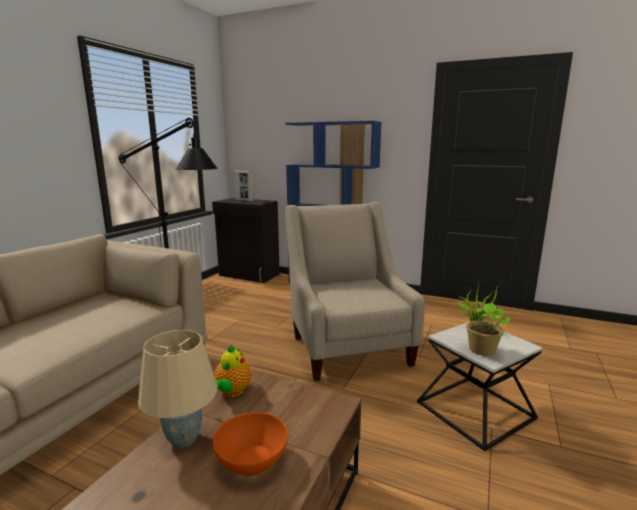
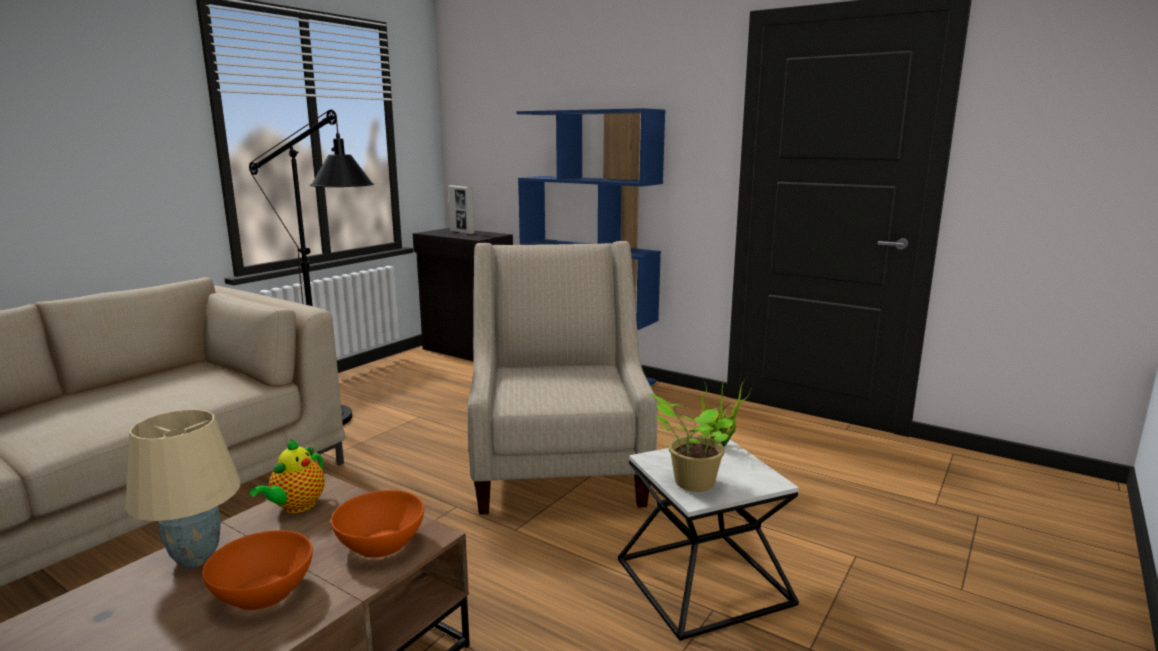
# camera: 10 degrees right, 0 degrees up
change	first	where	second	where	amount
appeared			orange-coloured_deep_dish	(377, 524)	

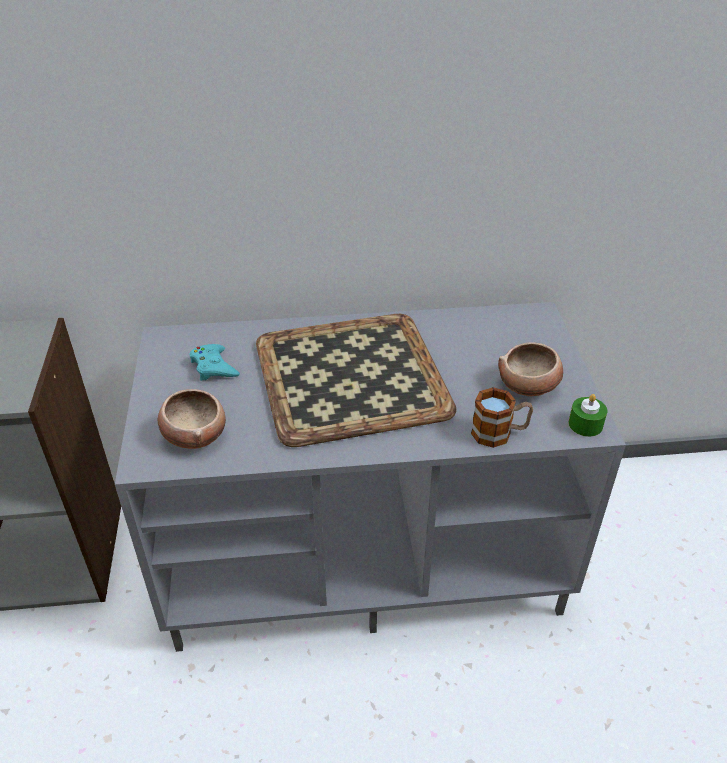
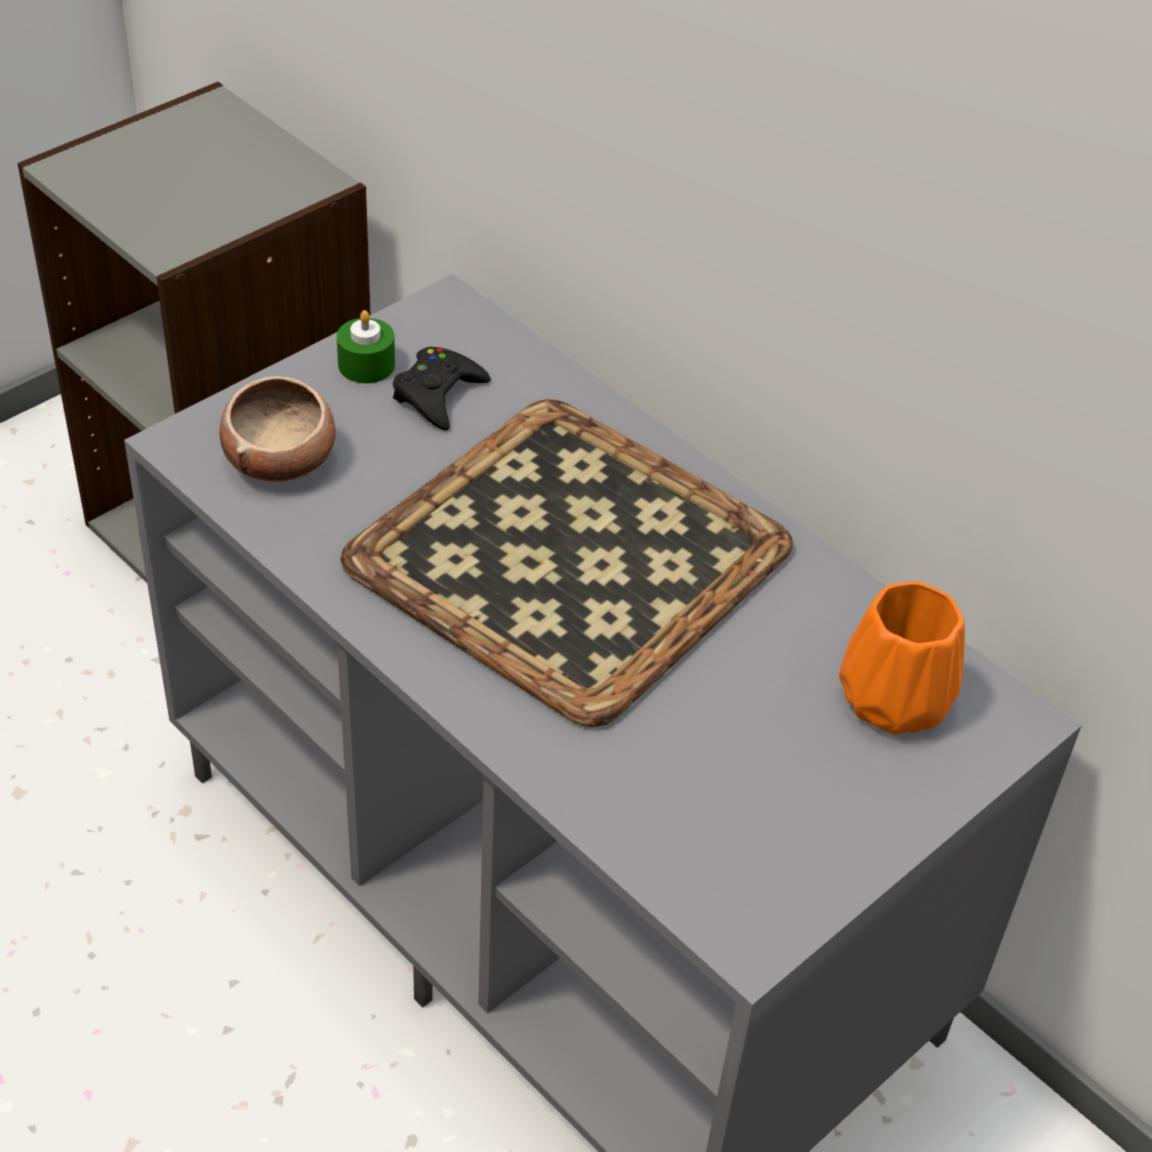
# camera: 50 degrees right, 5 degrees up
change	first	where	second	where	amount
missing	deep_dish	(530, 369)			
colour	blue-green_joypad	(214, 362)	blackish_joypad	(442, 389)	
missing	mug	(502, 417)			
relocated	greenish_wax_candle	(588, 415)		(366, 346)	
appeared			orange-coloured_vase	(902, 658)	

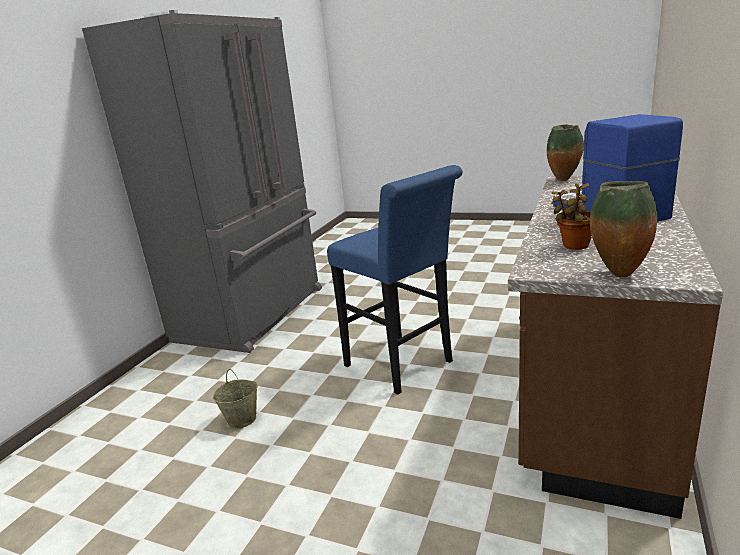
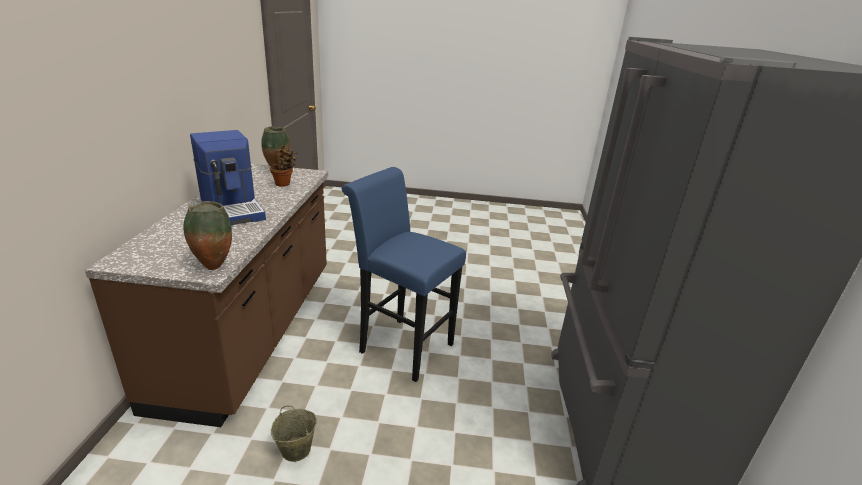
# camera: 160 degrees right, 5 degrees up
change	first	where	second	where	amount
relocated	sand-coloured_pail	(235, 398)		(294, 434)	

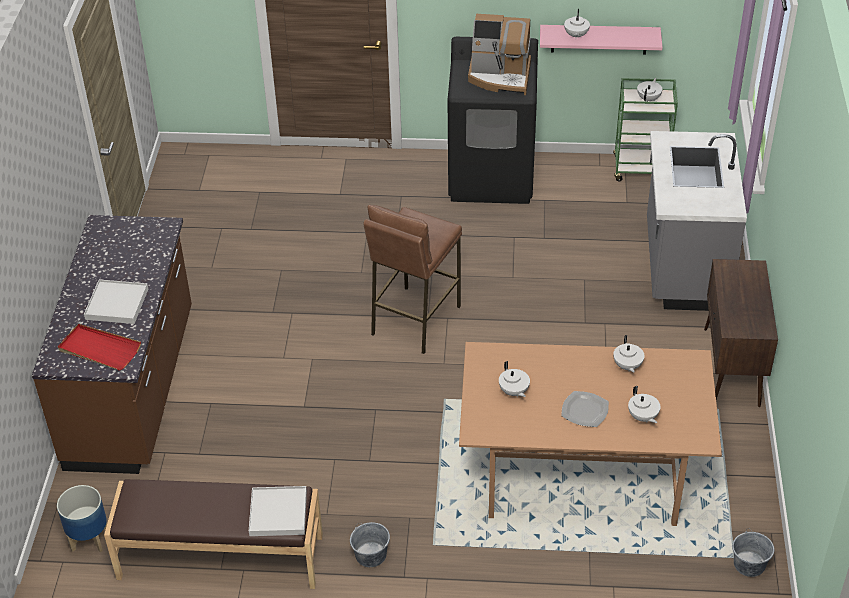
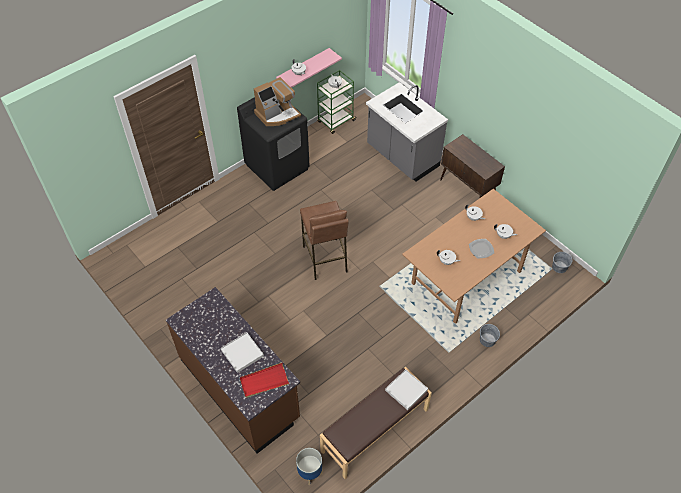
# camera: 45 degrees left, 10 degrees up
change	first	where	second	where	amount
relocated	greyish_pail	(370, 544)		(490, 335)	

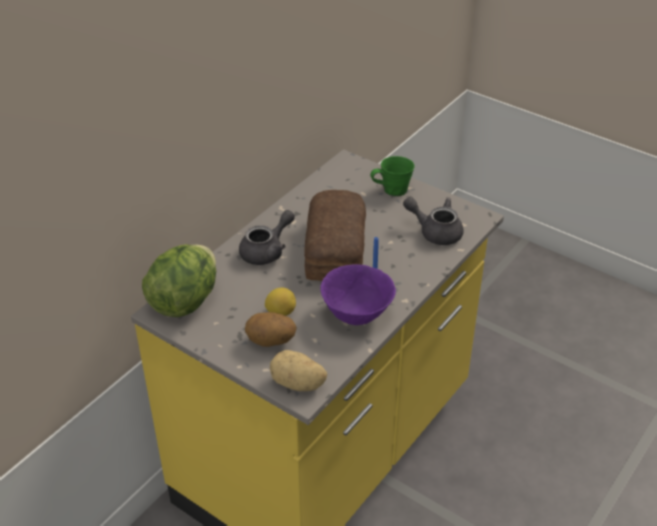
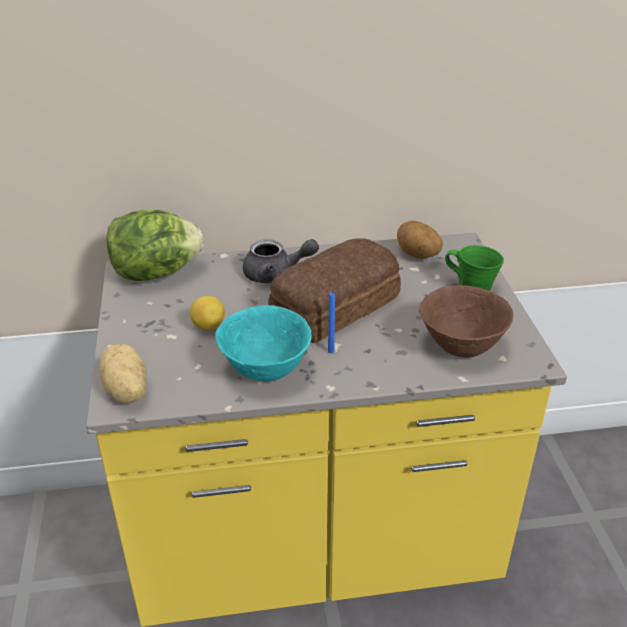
# camera: 45 degrees right, 5 degrees down
change	first	where	second	where	amount
exchanged	greyish_pot_for_tea	(433, 221)	brown_deep_dish	(466, 321)	
colour	purplish_deep_dish	(358, 294)	blue-green_deep_dish	(263, 343)	
relocated	whole_potato	(271, 329)		(420, 240)	

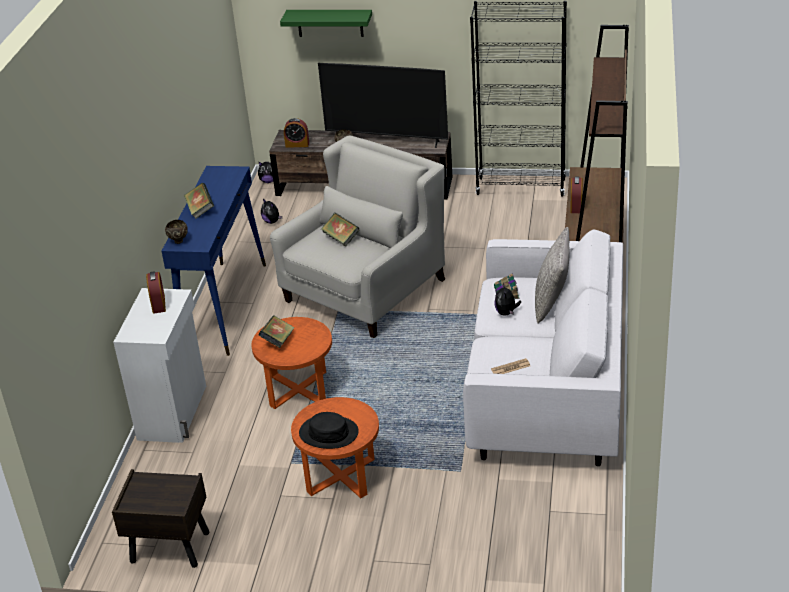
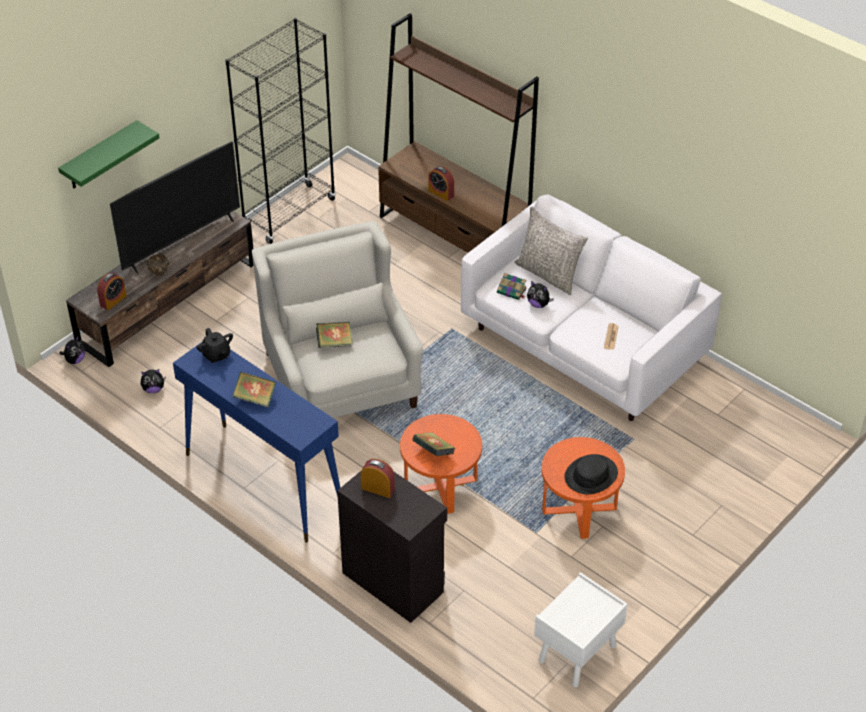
# camera: 60 degrees left, 10 degrees up
change	first	where	second	where	amount
missing	brown_deep_dish	(176, 232)			
colour	white_cupboard	(159, 365)	blackish_cupboard	(392, 547)	
colour	brown_nightstand	(160, 518)	white_nightstand	(580, 629)	
appeared			blackish_pot_for_tea	(214, 345)	

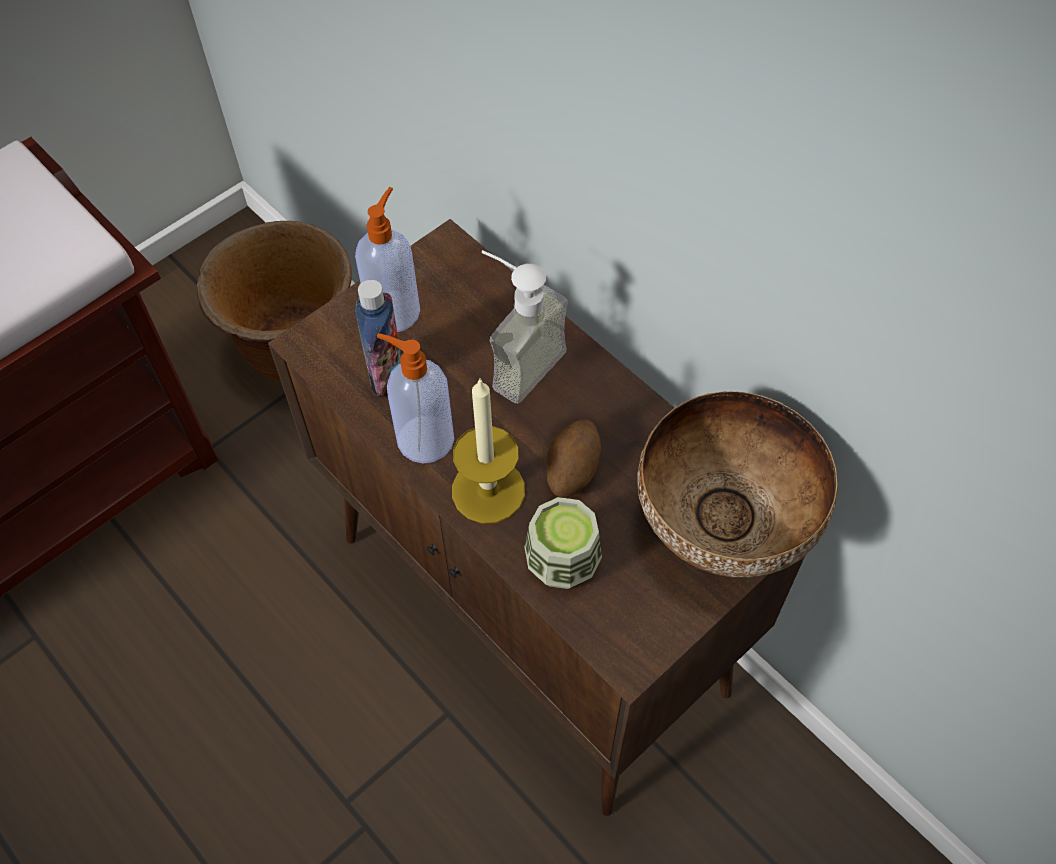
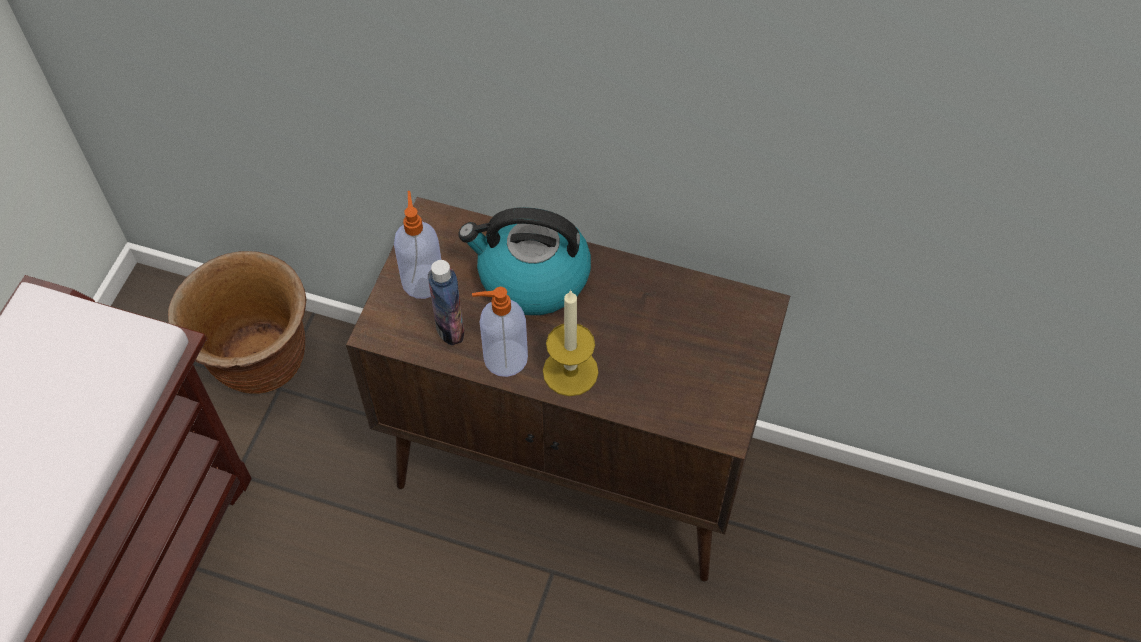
# camera: 30 degrees left, 0 degrees up
change	first	where	second	where	amount
exchanged	liquid_soap_bottle	(525, 327)	water_kettle	(524, 261)	
missing	deep_dish	(737, 484)			
missing	whole_potato	(574, 458)			
missing	small_cup	(563, 543)			

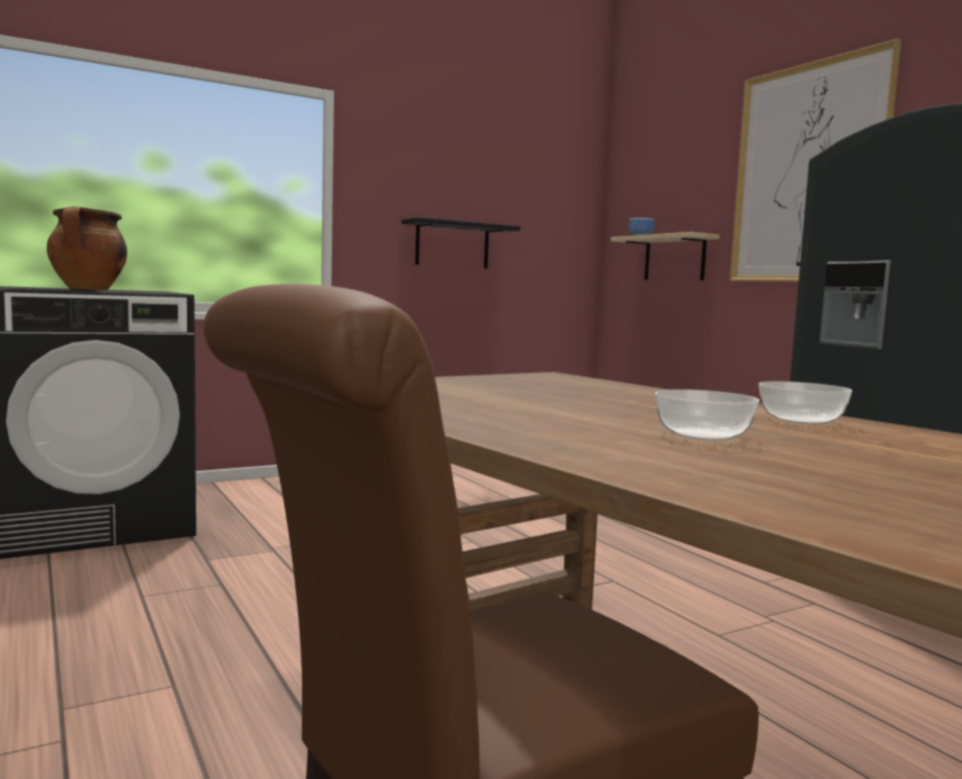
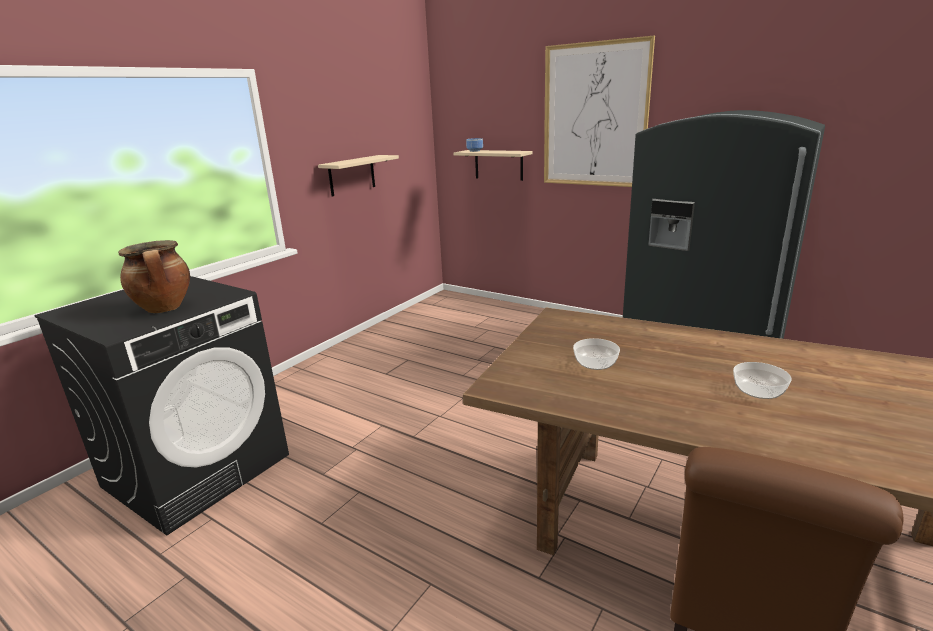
# camera: 25 degrees left, 15 degrees up
change	first	where	second	where	amount
colour	blackish_wall_shelf	(460, 243)	sand-coloured_wall_shelf	(358, 175)	
relocated	deep_dish	(805, 402)		(596, 354)	

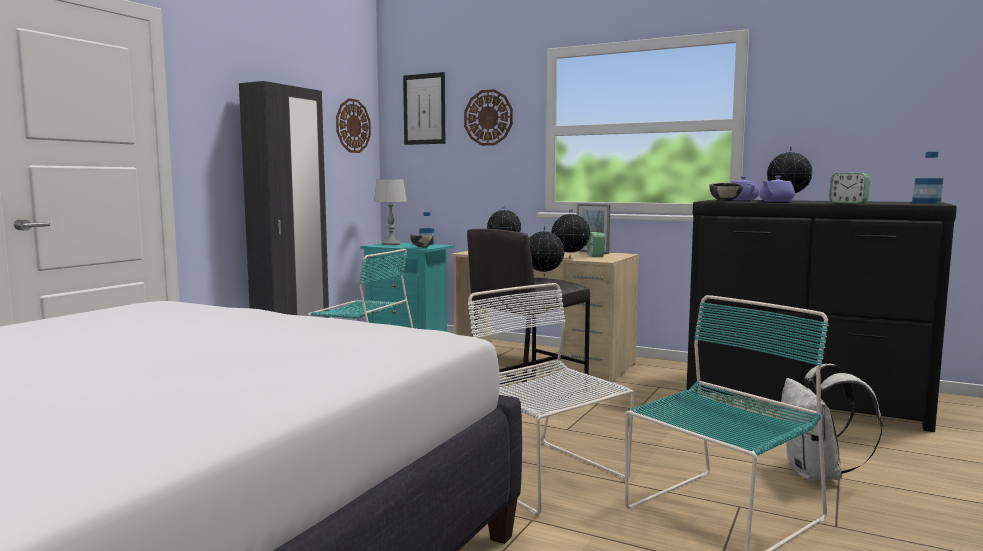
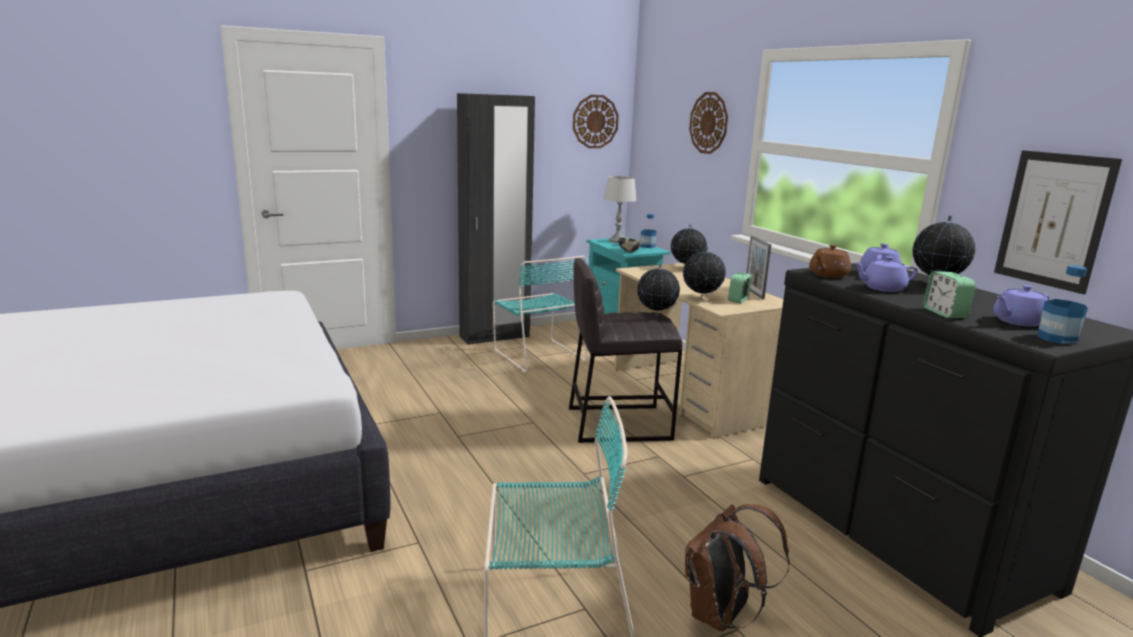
# camera: 35 degrees right, 10 degrees up
change	first	where	second	where	amount
relocated	wall_art	(424, 108)		(1058, 222)	
exchanged	deep_dish	(726, 192)	brown_pot_for_tea	(830, 261)	
missing	white_chair	(551, 399)			
colour	white_knapsack	(831, 421)	brown_knapsack	(737, 567)	
appeared			purplish_pot_for_tea	(1021, 306)	

